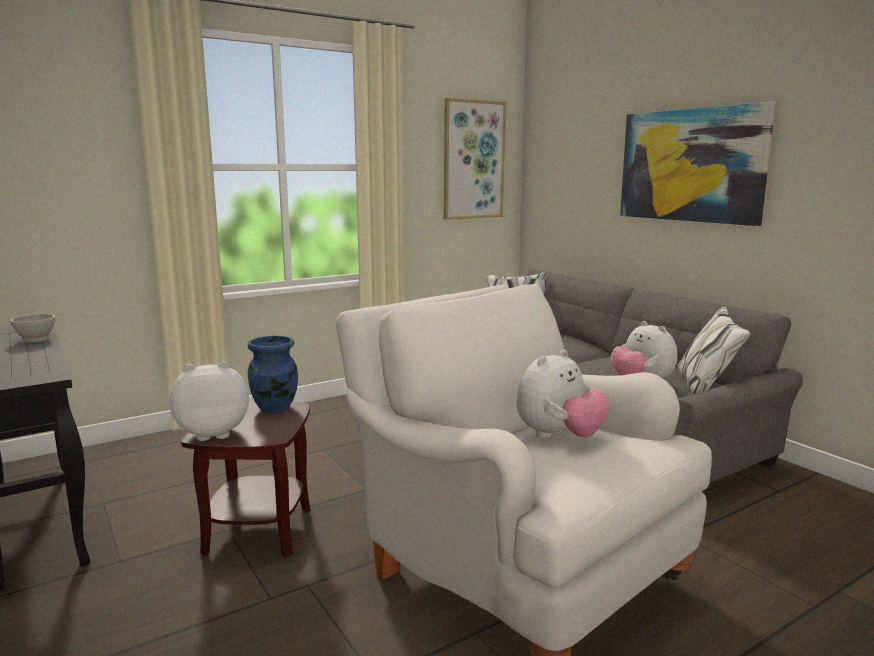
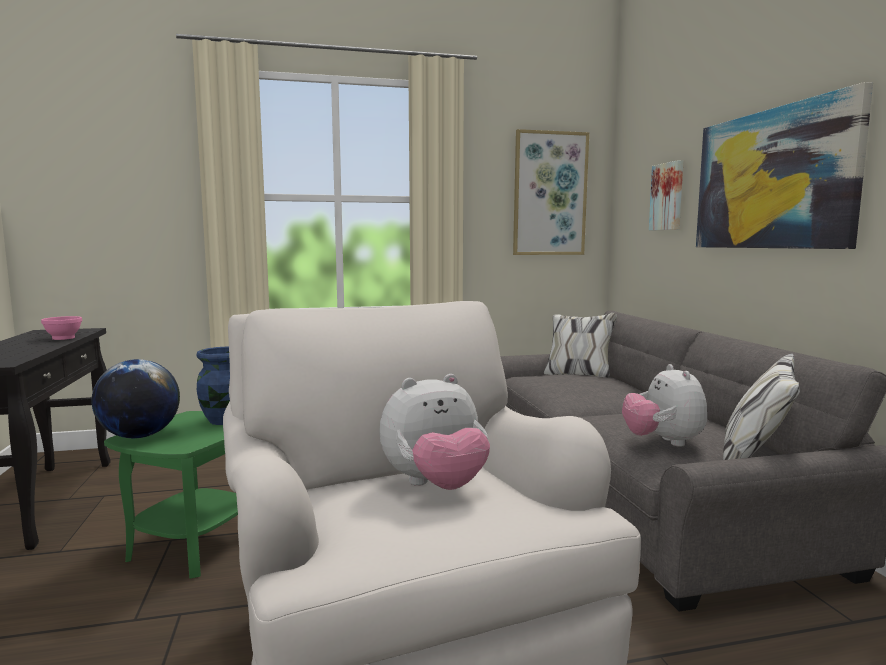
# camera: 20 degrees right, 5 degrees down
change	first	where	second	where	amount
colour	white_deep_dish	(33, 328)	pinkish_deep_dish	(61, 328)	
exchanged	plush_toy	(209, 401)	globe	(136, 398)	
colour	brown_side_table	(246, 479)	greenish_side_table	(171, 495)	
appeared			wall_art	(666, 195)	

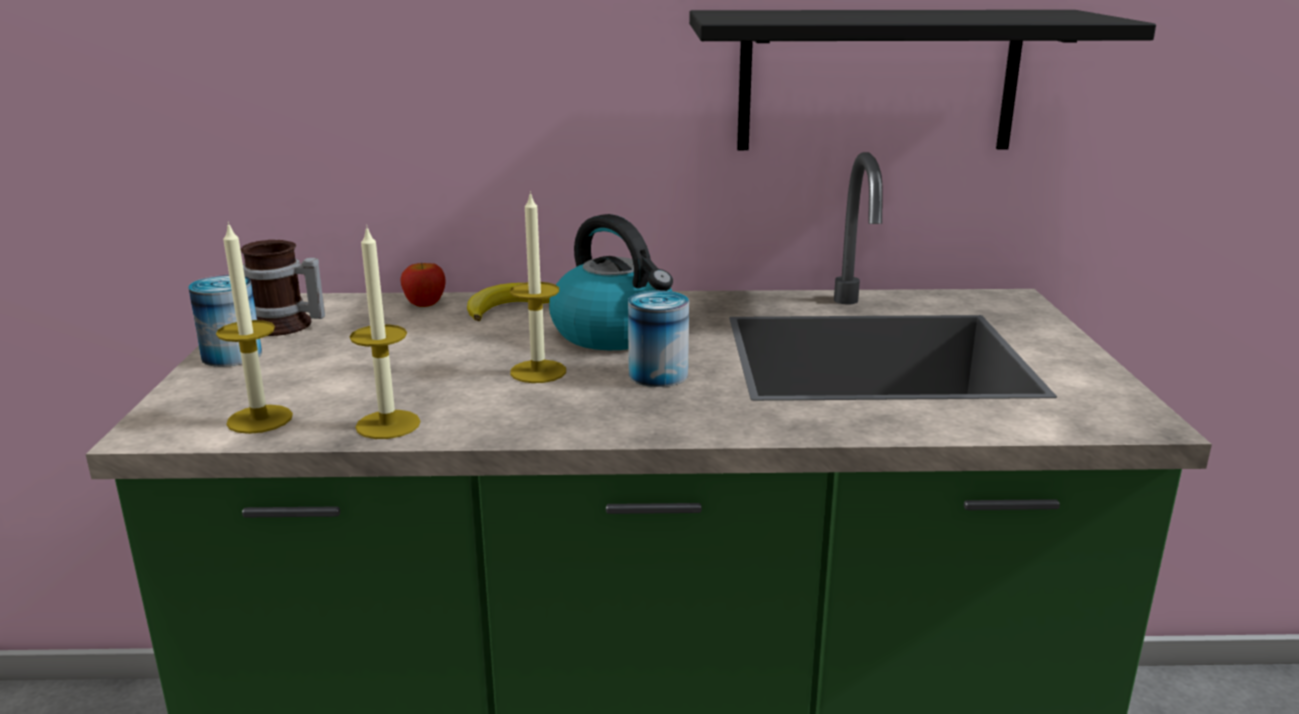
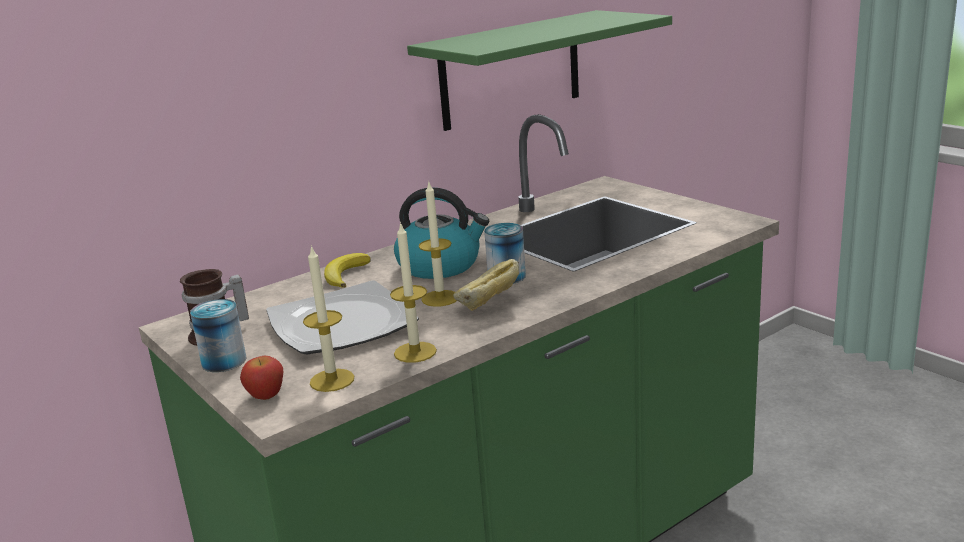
# camera: 35 degrees left, 0 degrees up
change	first	where	second	where	amount
colour	blackish_wall_shelf	(922, 80)	greenish_wall_shelf	(539, 70)	
relocated	apple	(423, 285)		(261, 377)	
appeared			baked_bread	(486, 285)	
appeared			dinner_plate	(342, 317)	

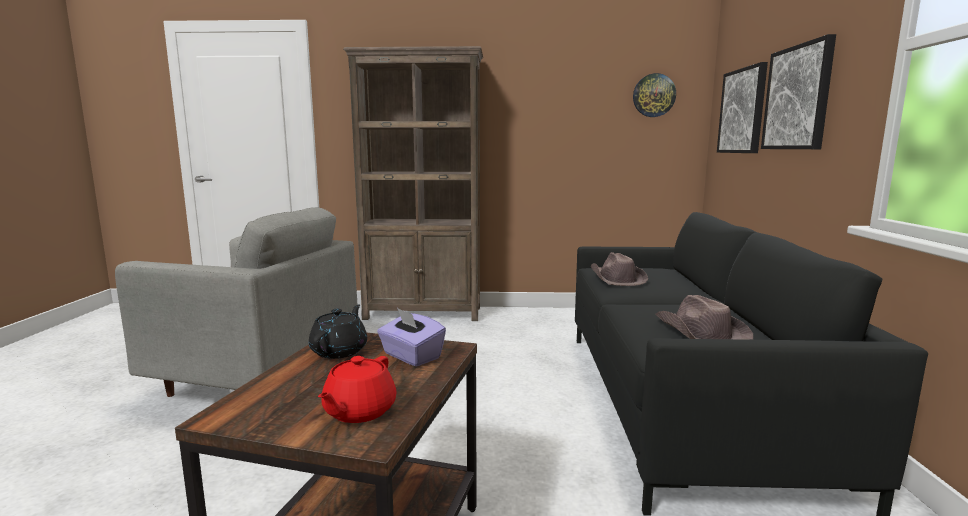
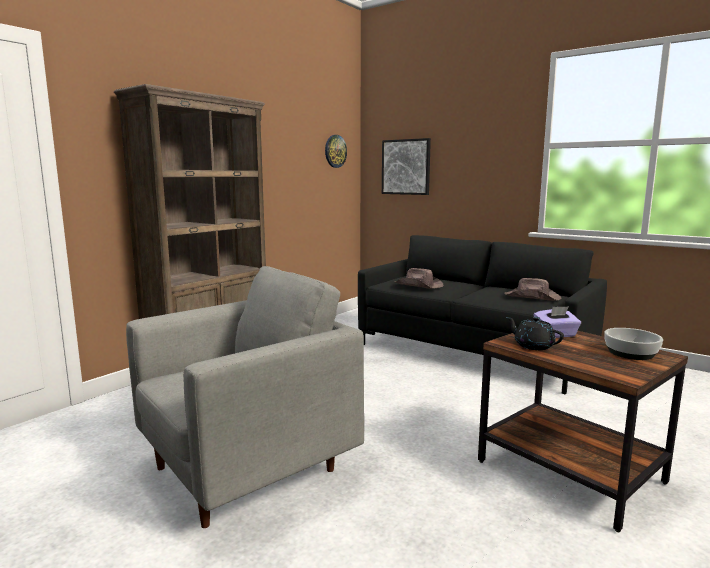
# camera: 55 degrees left, 0 degrees up
change	first	where	second	where	amount
missing	wall_art	(798, 91)			
exchanged	reddish_pot_for_tea	(357, 389)	deep_dish	(633, 344)	

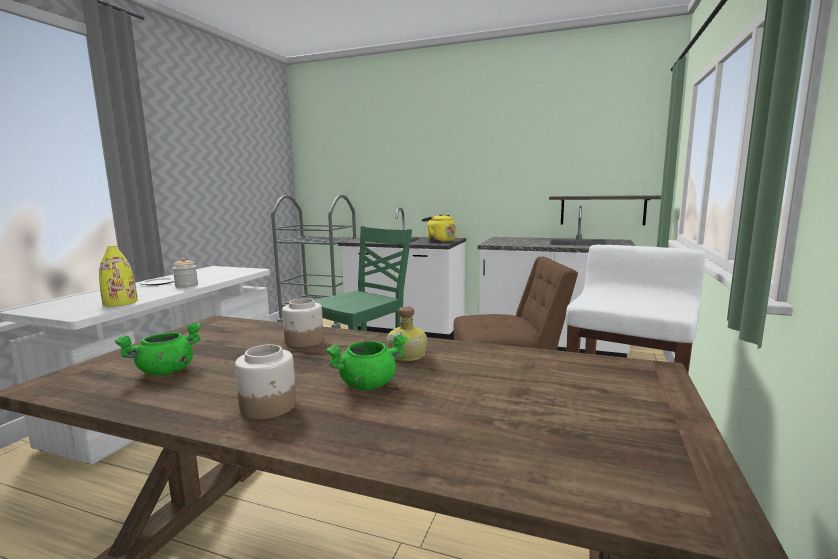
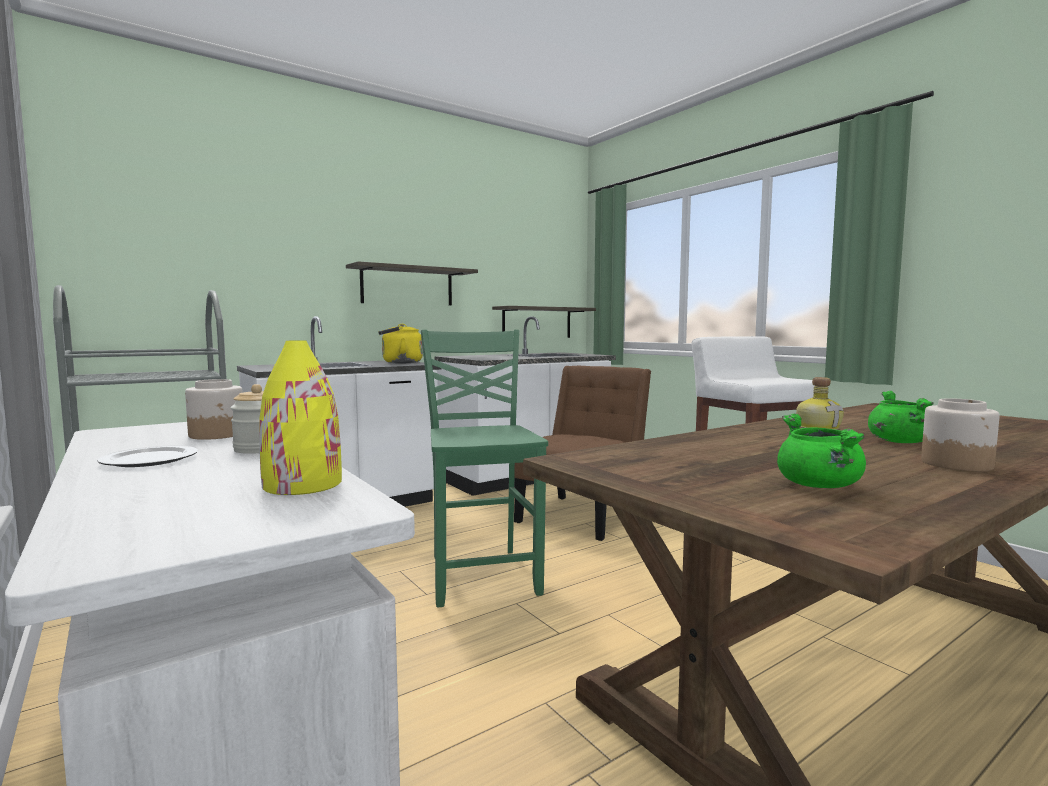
# camera: 55 degrees left, 5 degrees down
change	first	where	second	where	amount
relocated	storage_jar	(303, 323)		(214, 409)	
appeared			wall_shelf	(412, 283)	

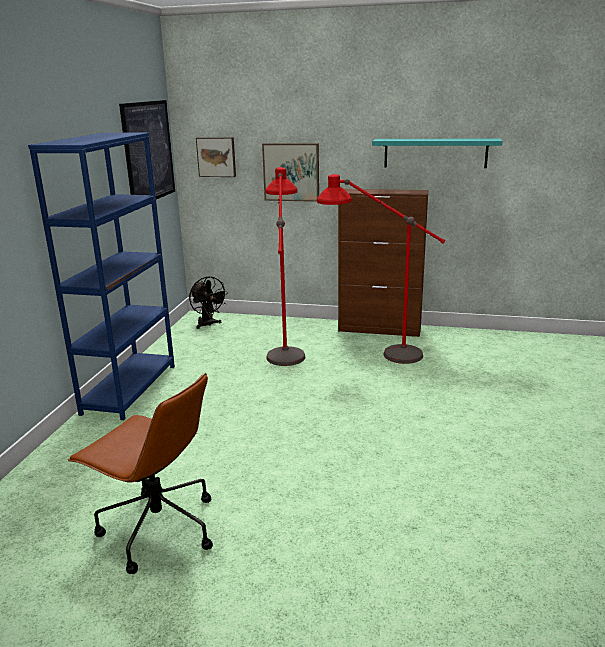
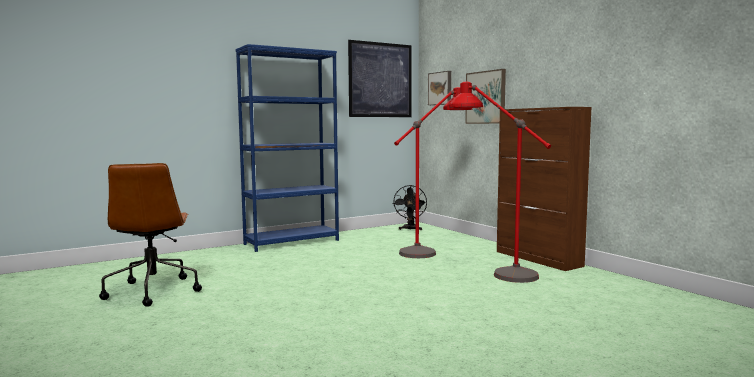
# camera: 45 degrees right, 15 degrees down
change	first	where	second	where	amount
missing	blue-green_wall_shelf	(437, 153)			

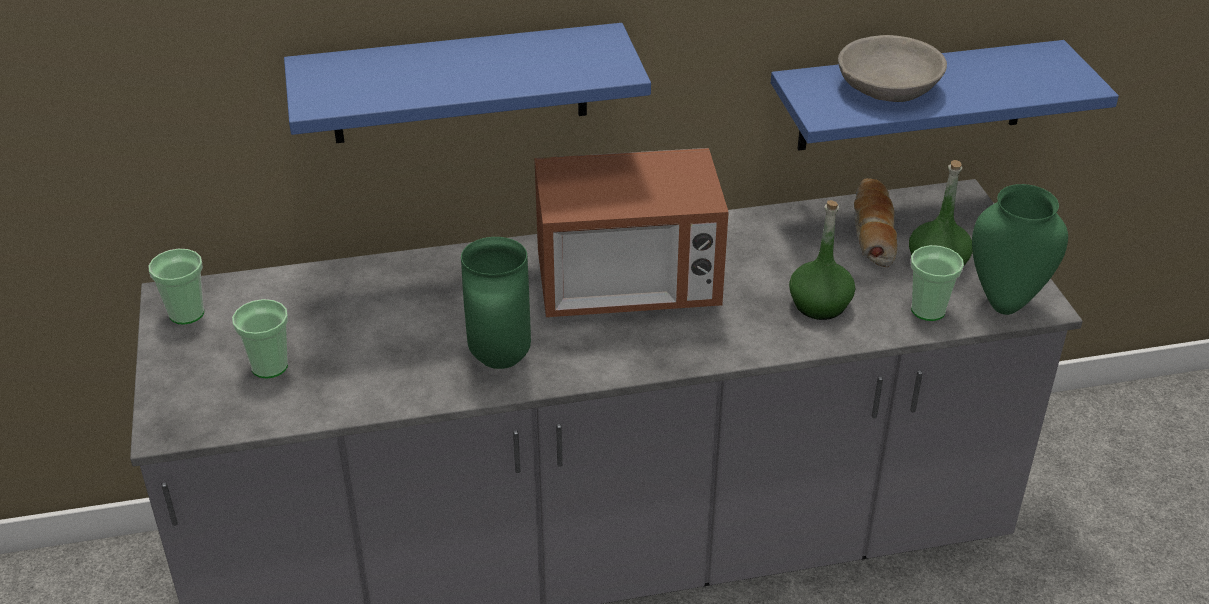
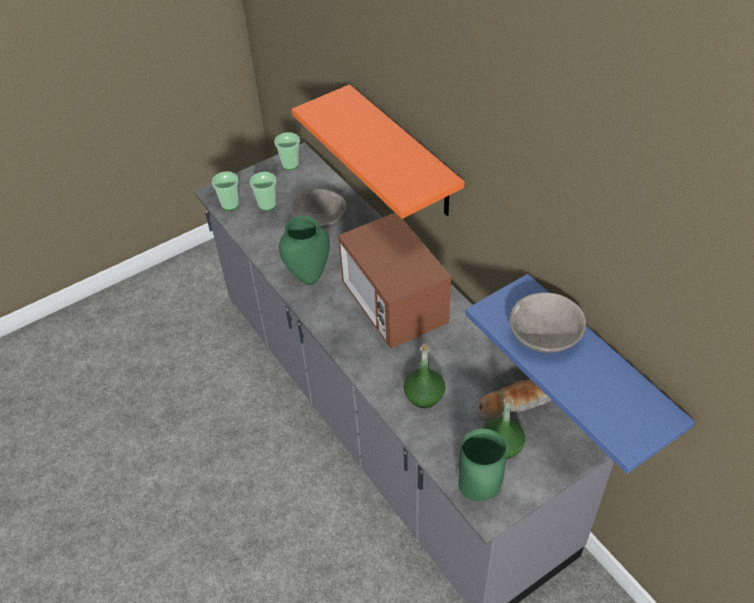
# camera: 70 degrees right, 10 degrees up
change	first	where	second	where	amount
colour	bluish_wall_shelf	(467, 83)	orange-coloured_wall_shelf	(378, 151)	
relocated	small_cup	(937, 283)		(225, 191)	
appeared			greyish_deep_dish	(318, 208)	

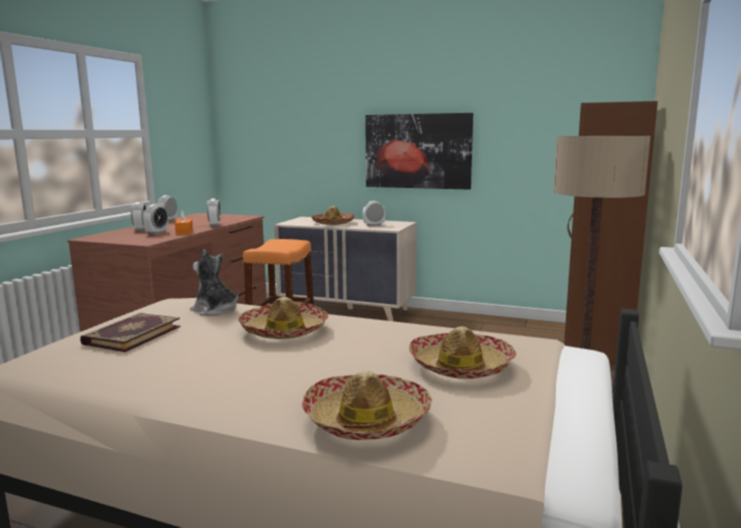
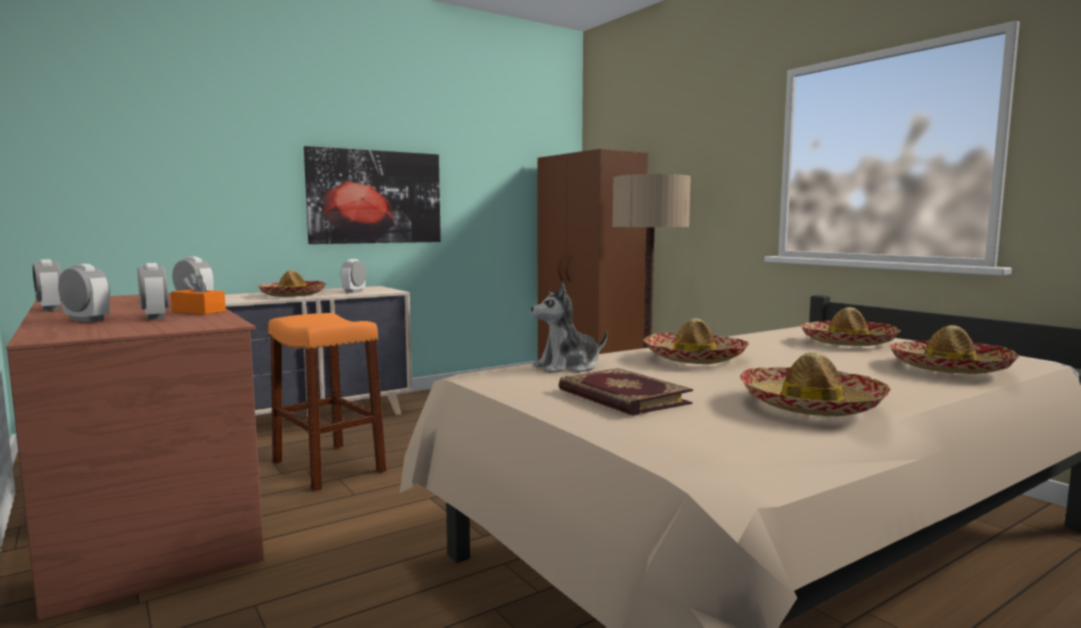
# camera: 55 degrees left, 5 degrees down
change	first	where	second	where	amount
appeared			clothing_hat	(815, 384)	

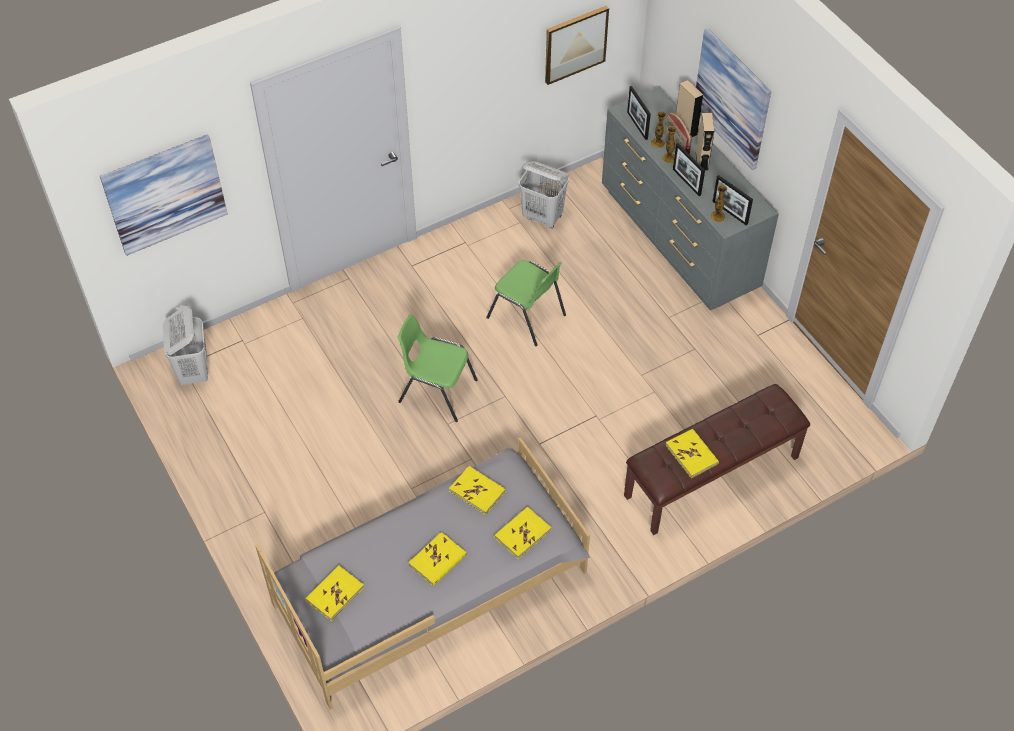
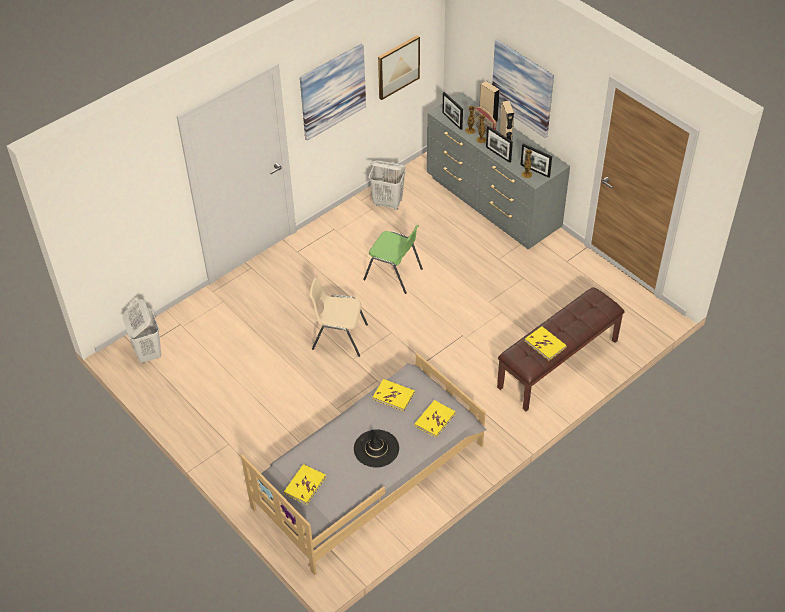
# camera: 10 degrees left, 5 degrees down
change	first	where	second	where	amount
relocated	wall_art	(164, 195)		(333, 92)	
colour	greenish_chair	(438, 368)	sand-coloured_chair	(338, 317)	
exchanged	yellow-coloured_bound_book	(437, 559)	blackish_clothing_hat	(376, 448)	

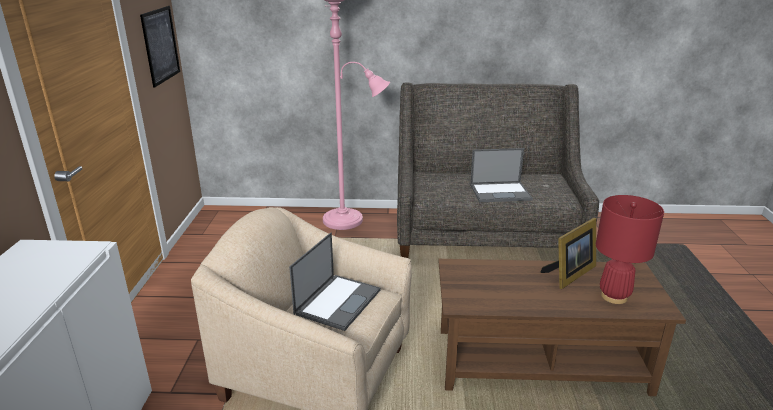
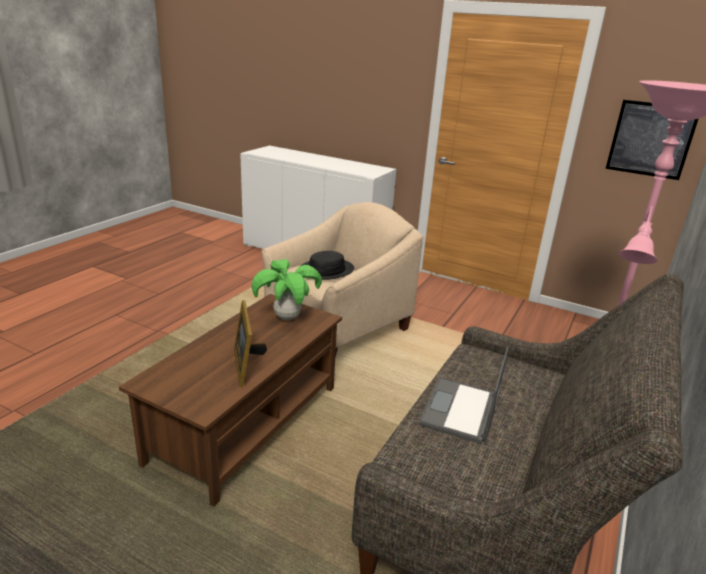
# camera: 115 degrees right, 0 degrees up
change	first	where	second	where	amount
missing	reddish_lamp_for_a_table	(630, 249)			
exchanged	notebook_computer	(334, 282)	blackish_clothing_hat	(327, 265)	
appeared			plant_in_a_pot	(287, 289)	

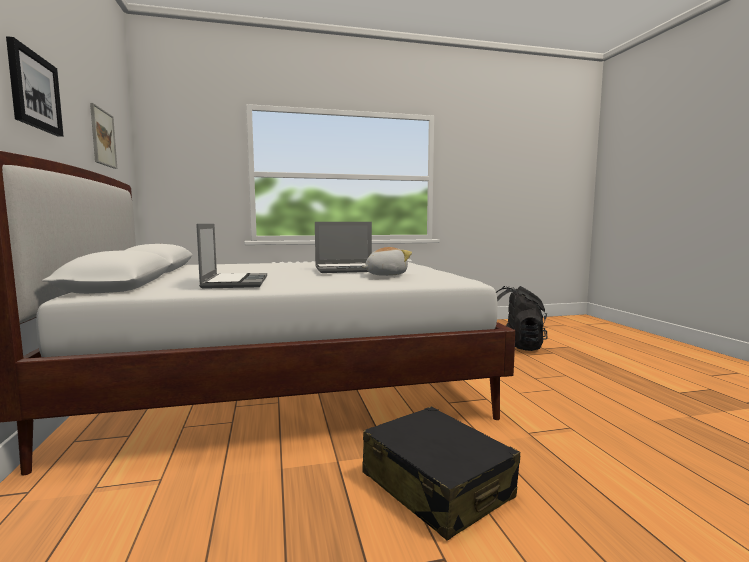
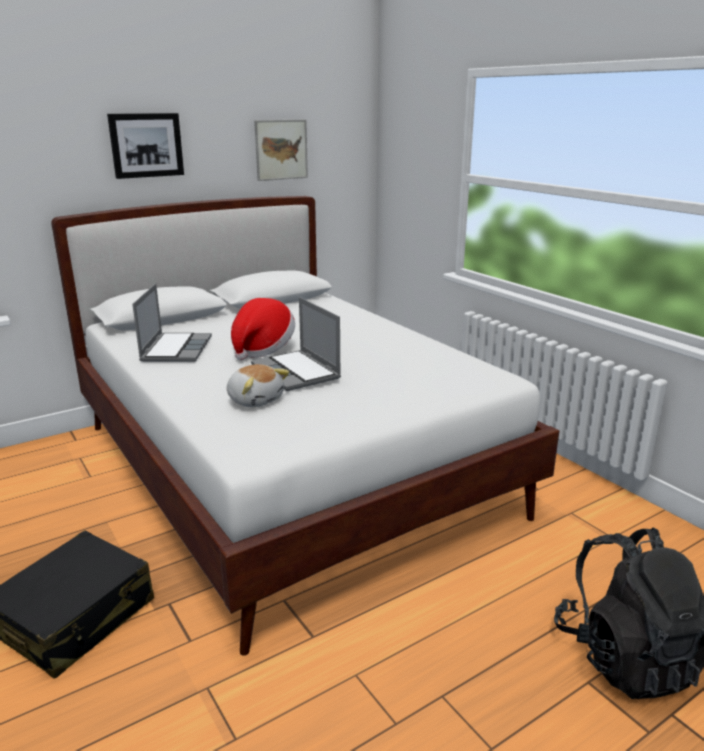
# camera: 70 degrees right, 15 degrees up
change	first	where	second	where	amount
spun	notebook_computer	(231, 256)		(172, 323)	60 degrees counterclockwise
appeared			clothing_hat	(263, 329)	

